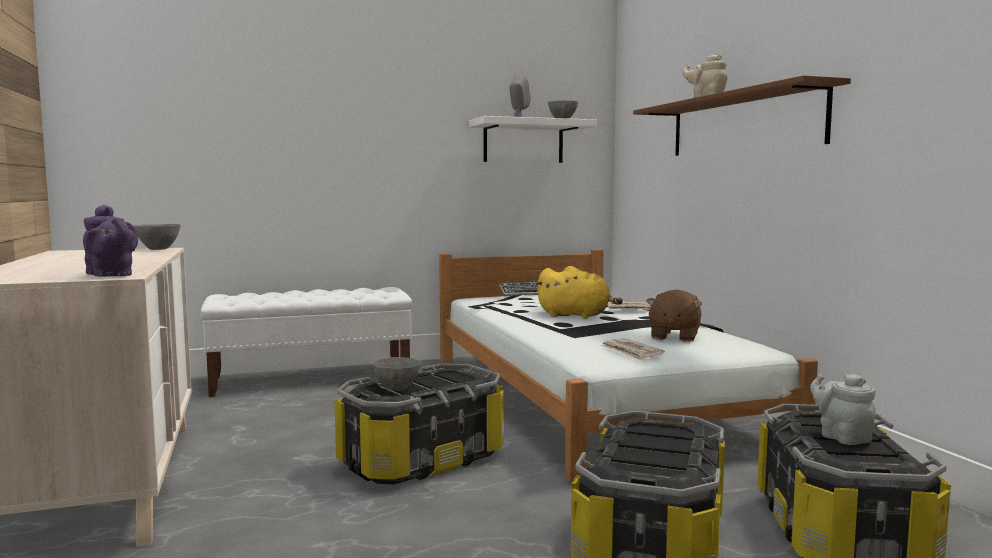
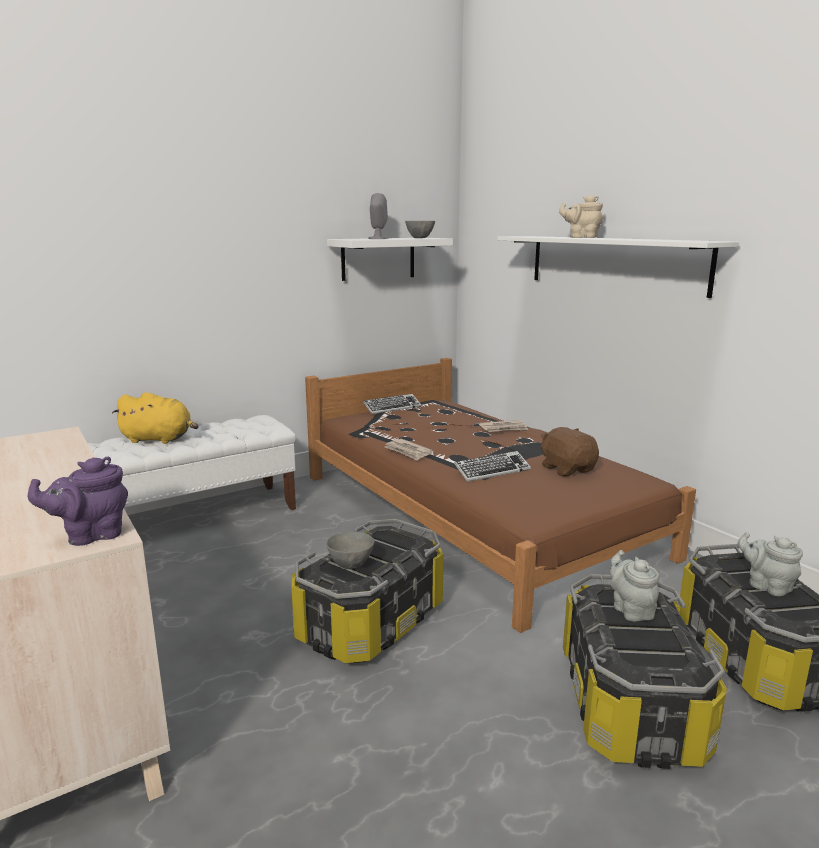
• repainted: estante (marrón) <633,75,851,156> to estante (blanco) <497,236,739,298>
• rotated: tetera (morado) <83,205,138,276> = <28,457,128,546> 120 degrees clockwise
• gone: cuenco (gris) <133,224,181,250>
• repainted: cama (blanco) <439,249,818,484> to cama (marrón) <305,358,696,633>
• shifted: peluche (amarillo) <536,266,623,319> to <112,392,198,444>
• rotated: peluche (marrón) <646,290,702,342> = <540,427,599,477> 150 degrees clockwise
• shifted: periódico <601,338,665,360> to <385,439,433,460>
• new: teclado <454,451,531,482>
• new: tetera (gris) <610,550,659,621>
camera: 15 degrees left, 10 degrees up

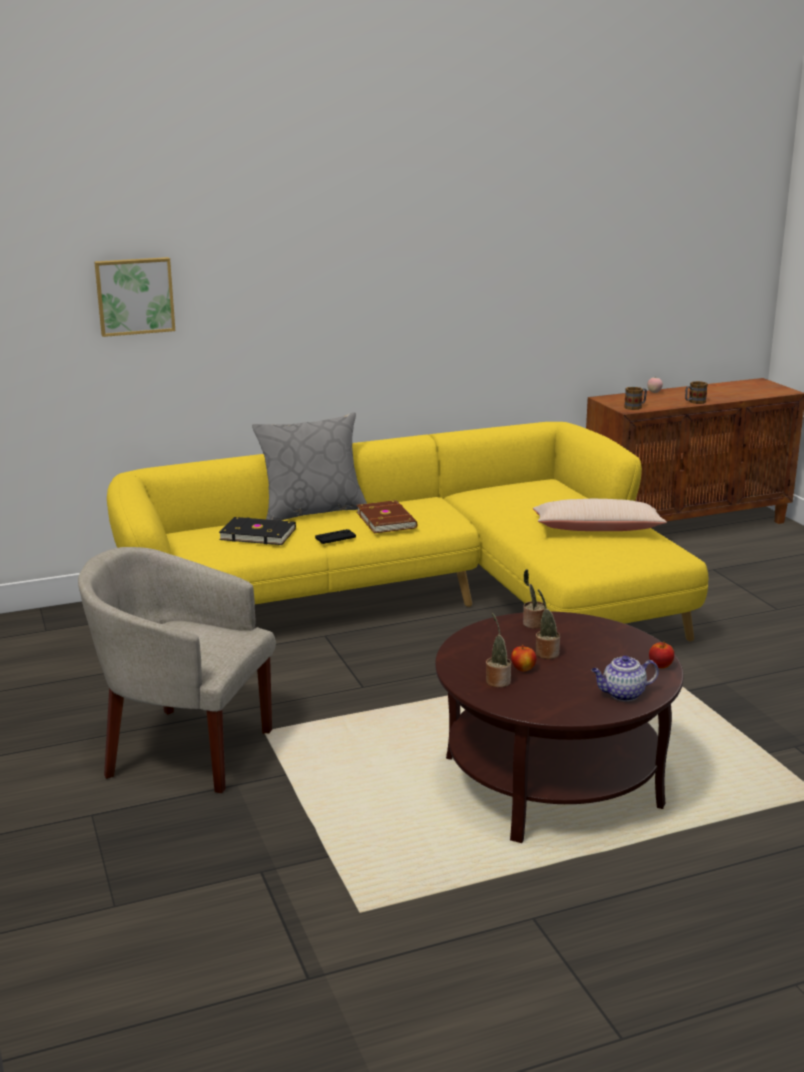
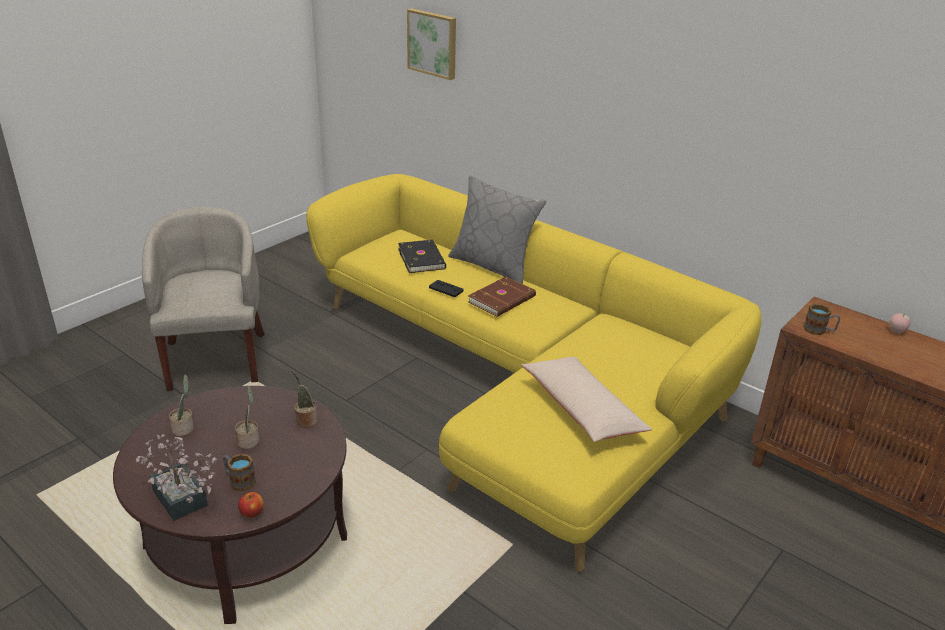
• shifted: taza grande <685,381,708,404> to <223,454,256,491>
• gone: manzana <511,645,536,672>
• swapped: tetera <591,656,659,701> to planta en maceta <136,434,218,521>
camera: 60 degrees right, 10 degrees up

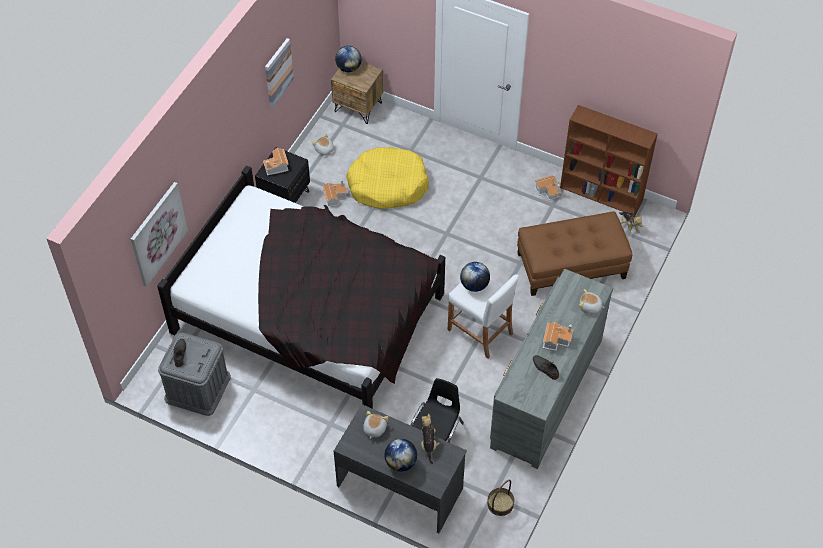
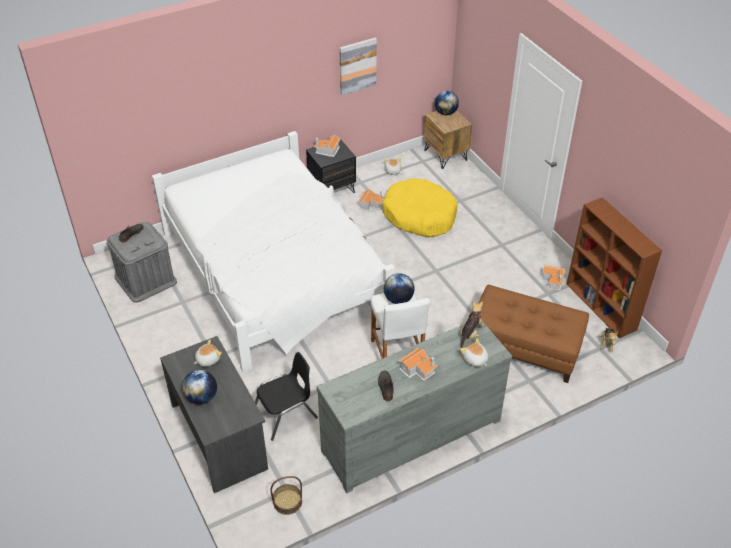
• repainted: cama (negro) <157,165,445,409> to cama (blanco) <152,131,395,372>
• gone: cuadro <131,182,188,287>
• shifted: peluche <421,414,440,464> to <460,301,484,348>
camera: 35 degrees right, 10 degrees down

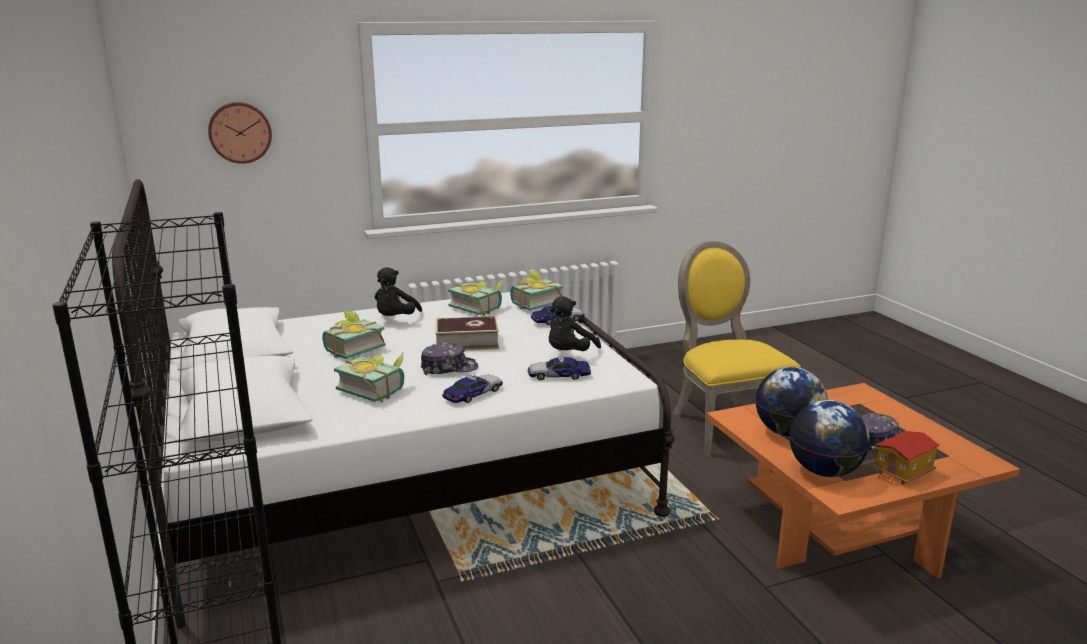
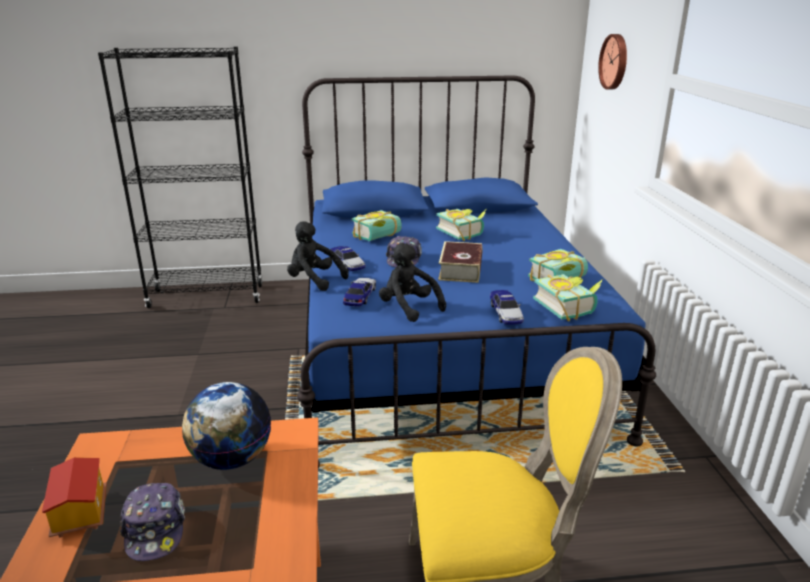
• repainted: cama (blanco) <112,179,675,629> to cama (azul) <297,75,656,468>
• shifted: peluche (negro) <374,267,422,316> to <287,221,349,291>
• gone: globo terráqueo <789,400,870,477>
camera: 105 degrees right, 5 degrees up

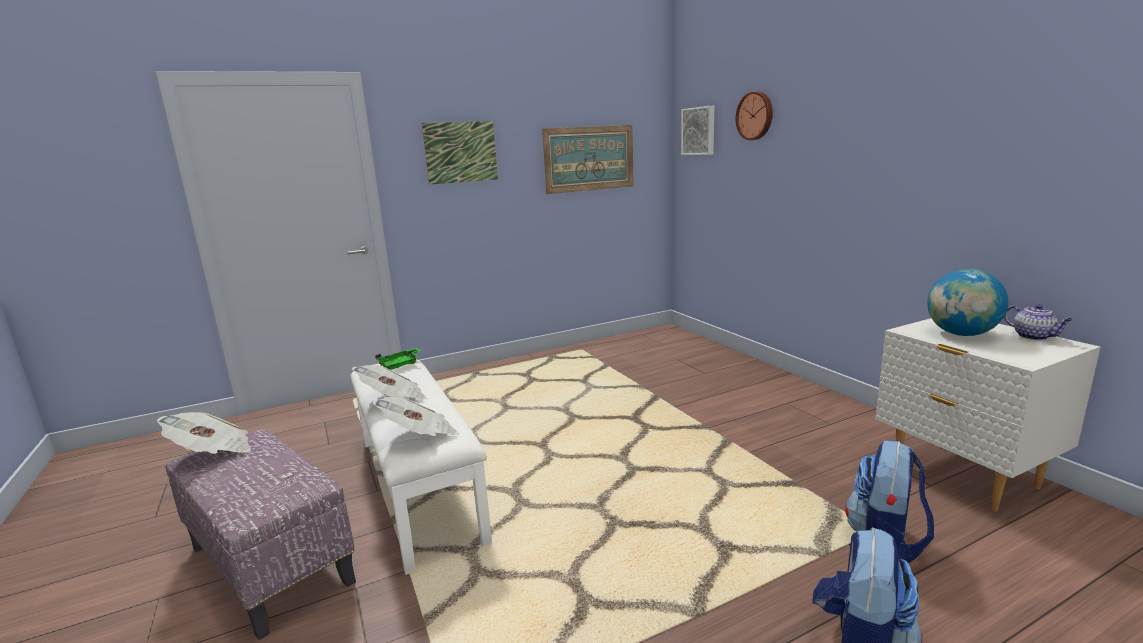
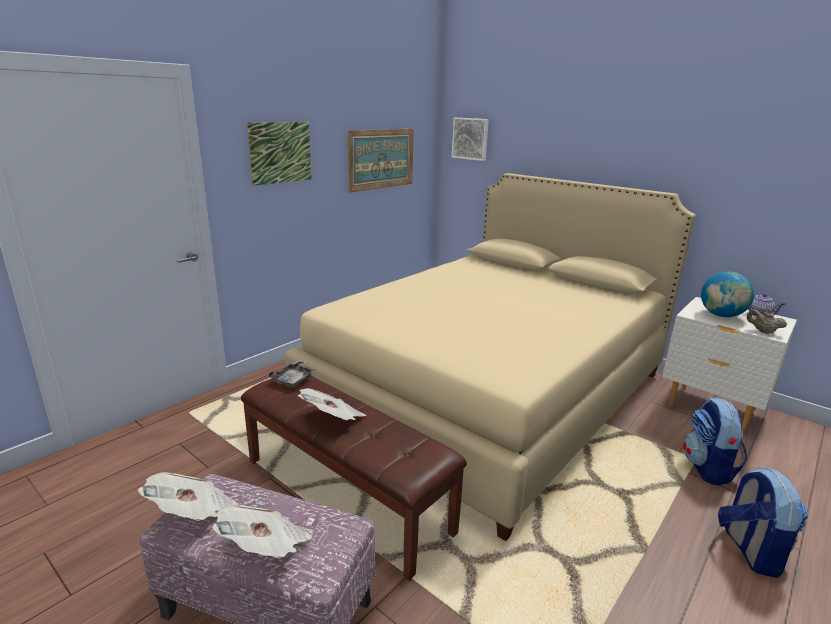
• gone: reloj de pared <735,91,773,140>
• repainted: bandeja (verde) <375,348,421,370> to bandeja (gris) <269,360,315,387>
• repainted: banco (blanco) <351,359,492,575> to banco (marrón) <241,375,467,581>
• shifted: periódico <372,397,460,436> to <212,504,312,558>
• new: cama (beis) <285,173,696,541>
• new: tetera (beis) <747,309,787,334>
camera: 25 degrees left, 5 degrees up

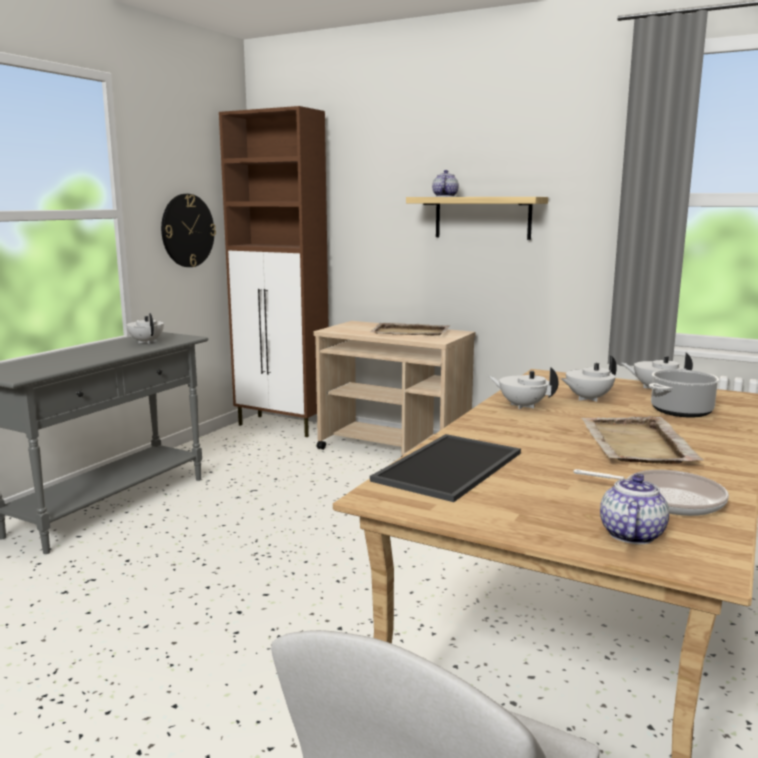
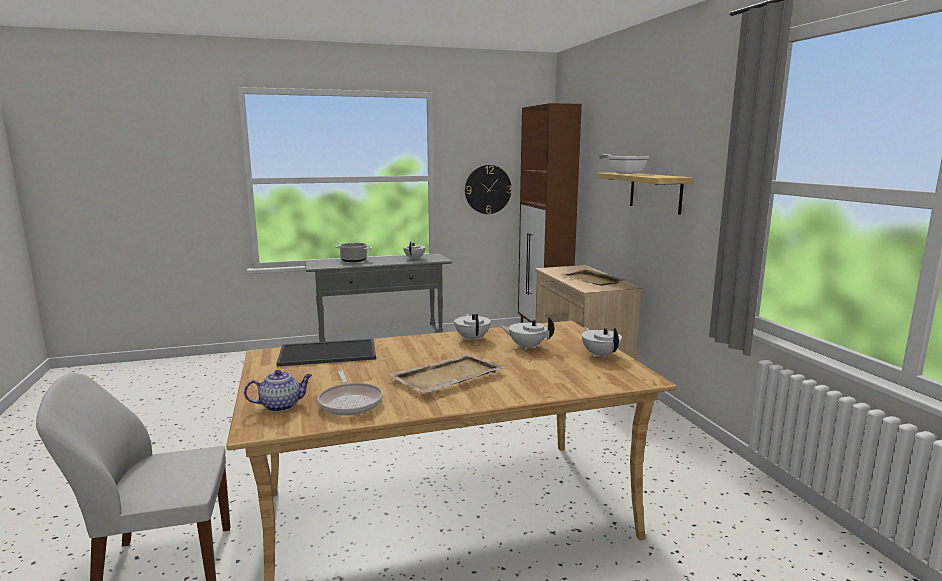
• swapped: tetera <432,170,459,197> to sartén <599,154,650,174>
• shifted: olla <649,369,720,417> to <335,242,372,262>
camera: 45 degrees right, 0 degrees up

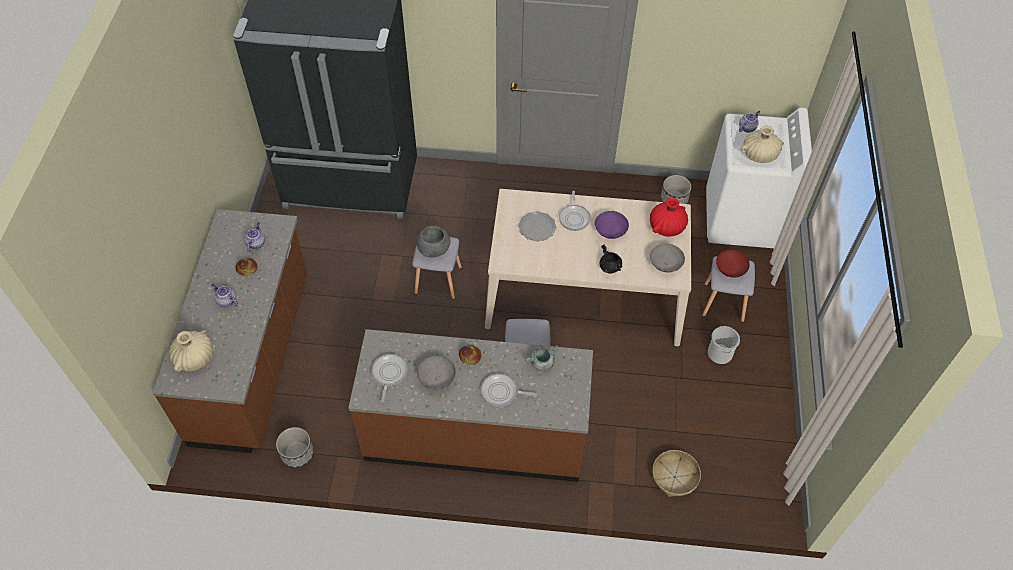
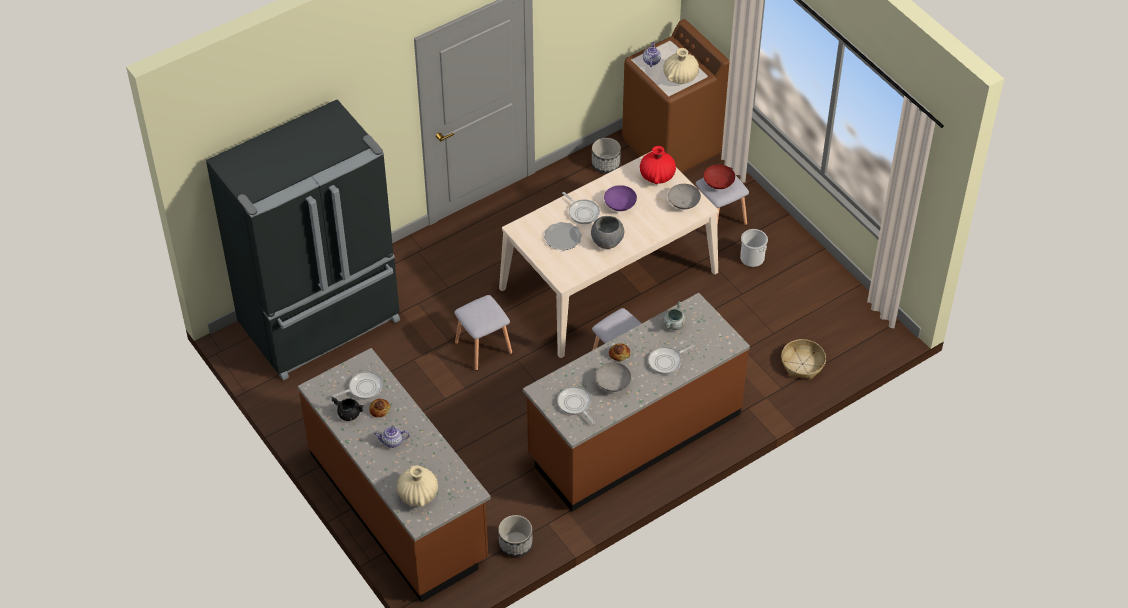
• repainted: lavadora (blanco) <706,107,812,248> to lavadora (marrón) <622,19,730,173>
• swapped: tetera <244,222,265,252> to sartén <333,371,383,400>
• shifted: cuenco (gris) <416,225,450,258> to <591,216,624,249>
• shifted: olla (negro) <600,245,623,273> to <331,397,364,421>
camera: 40 degrees left, 5 degrees down

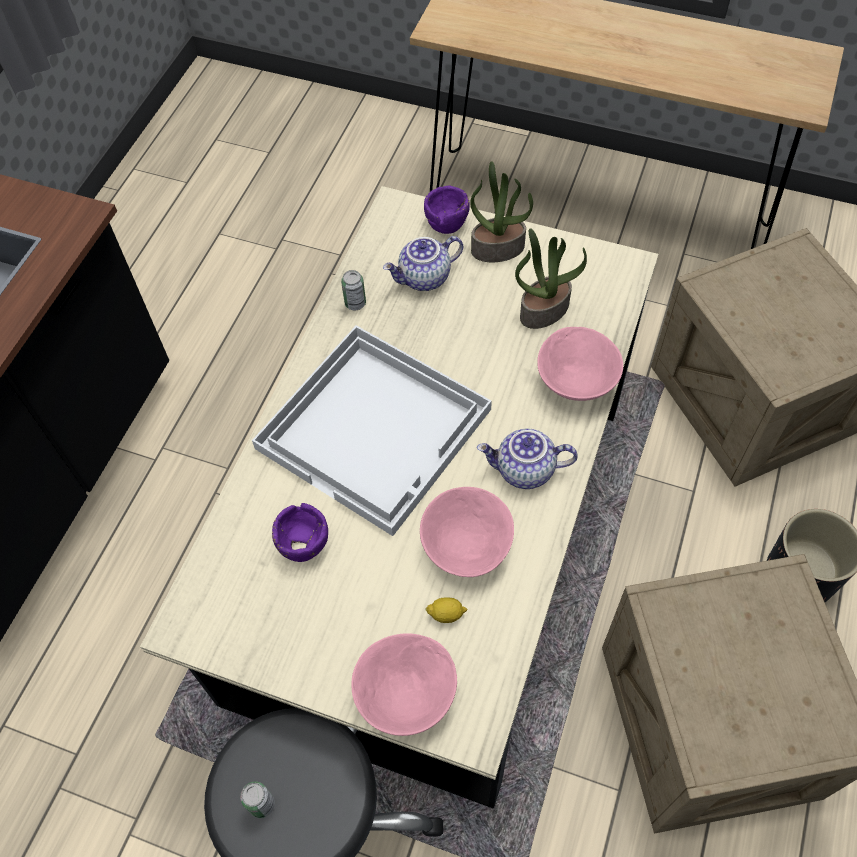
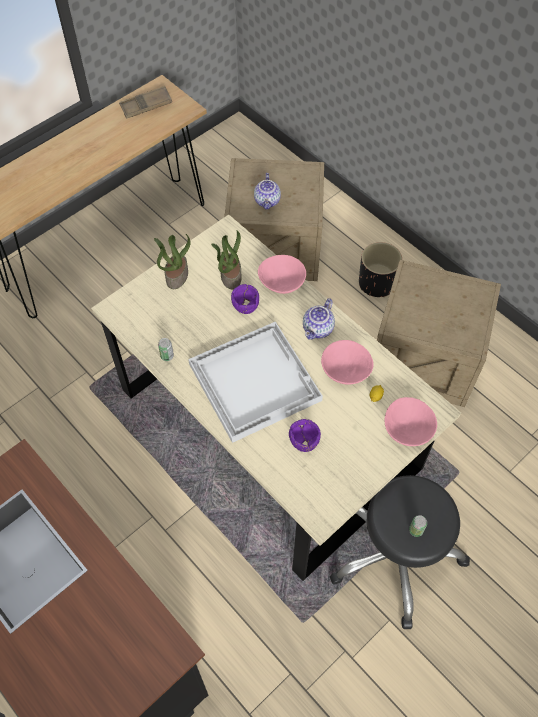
• shifted: cuenco (morado) <424,186,470,234> to <231,284,259,314>
• shifted: tetera <383,236,463,291> to <254,173,281,210>
• new: bandeja (marrón) <119,86,172,119>
camera: 65 degrees left, 0 degrees up

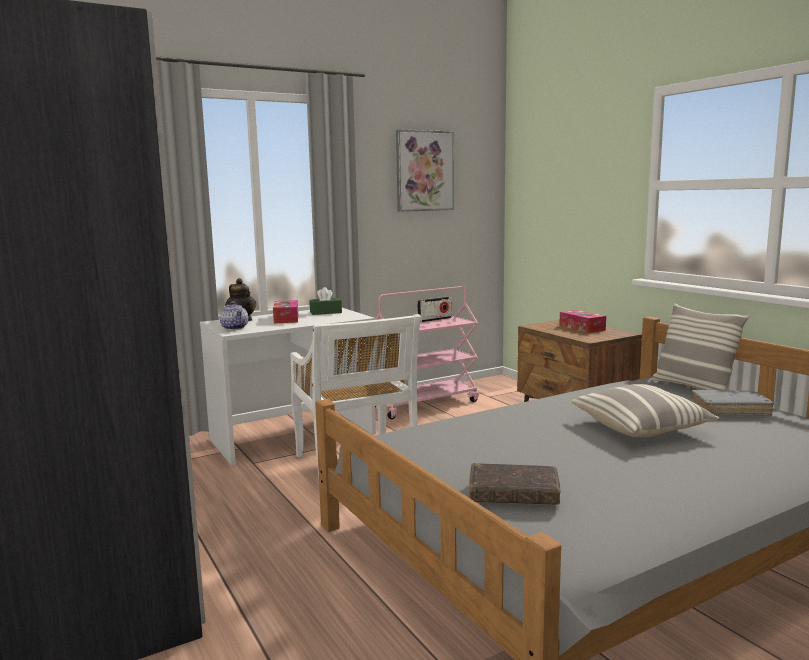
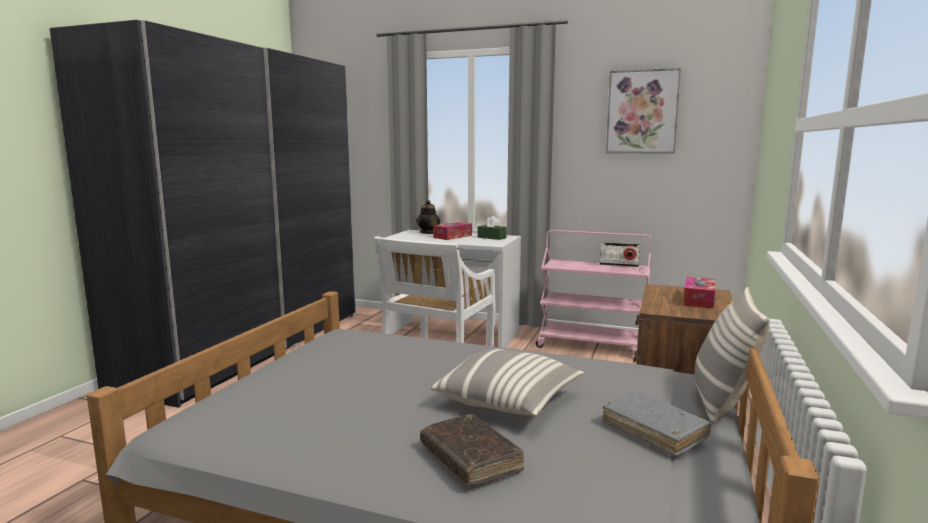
• gone: tetera <219,301,248,330>
• shifted: libro (marrón) <469,463,561,504> to <420,414,524,486>
camera: 50 degrees right, 0 degrees up

